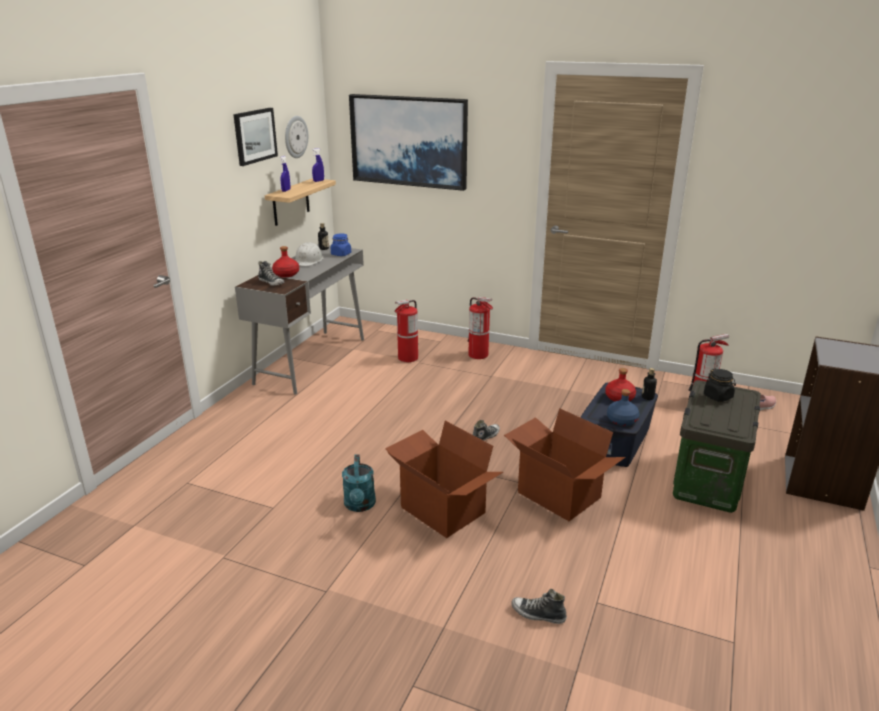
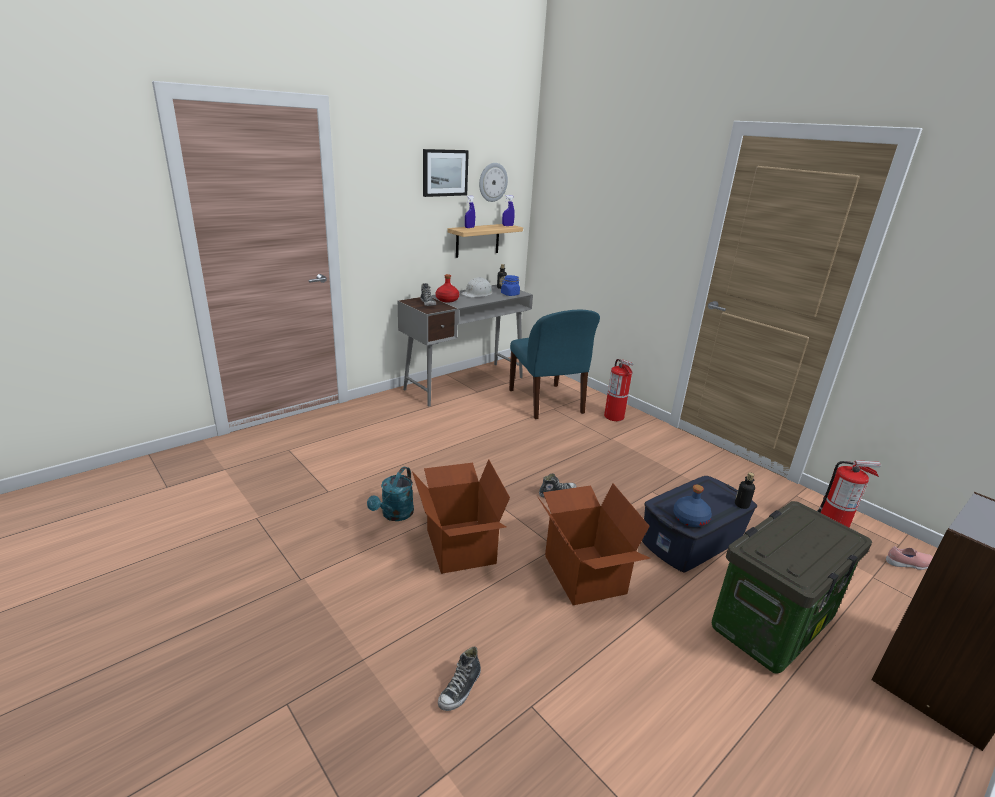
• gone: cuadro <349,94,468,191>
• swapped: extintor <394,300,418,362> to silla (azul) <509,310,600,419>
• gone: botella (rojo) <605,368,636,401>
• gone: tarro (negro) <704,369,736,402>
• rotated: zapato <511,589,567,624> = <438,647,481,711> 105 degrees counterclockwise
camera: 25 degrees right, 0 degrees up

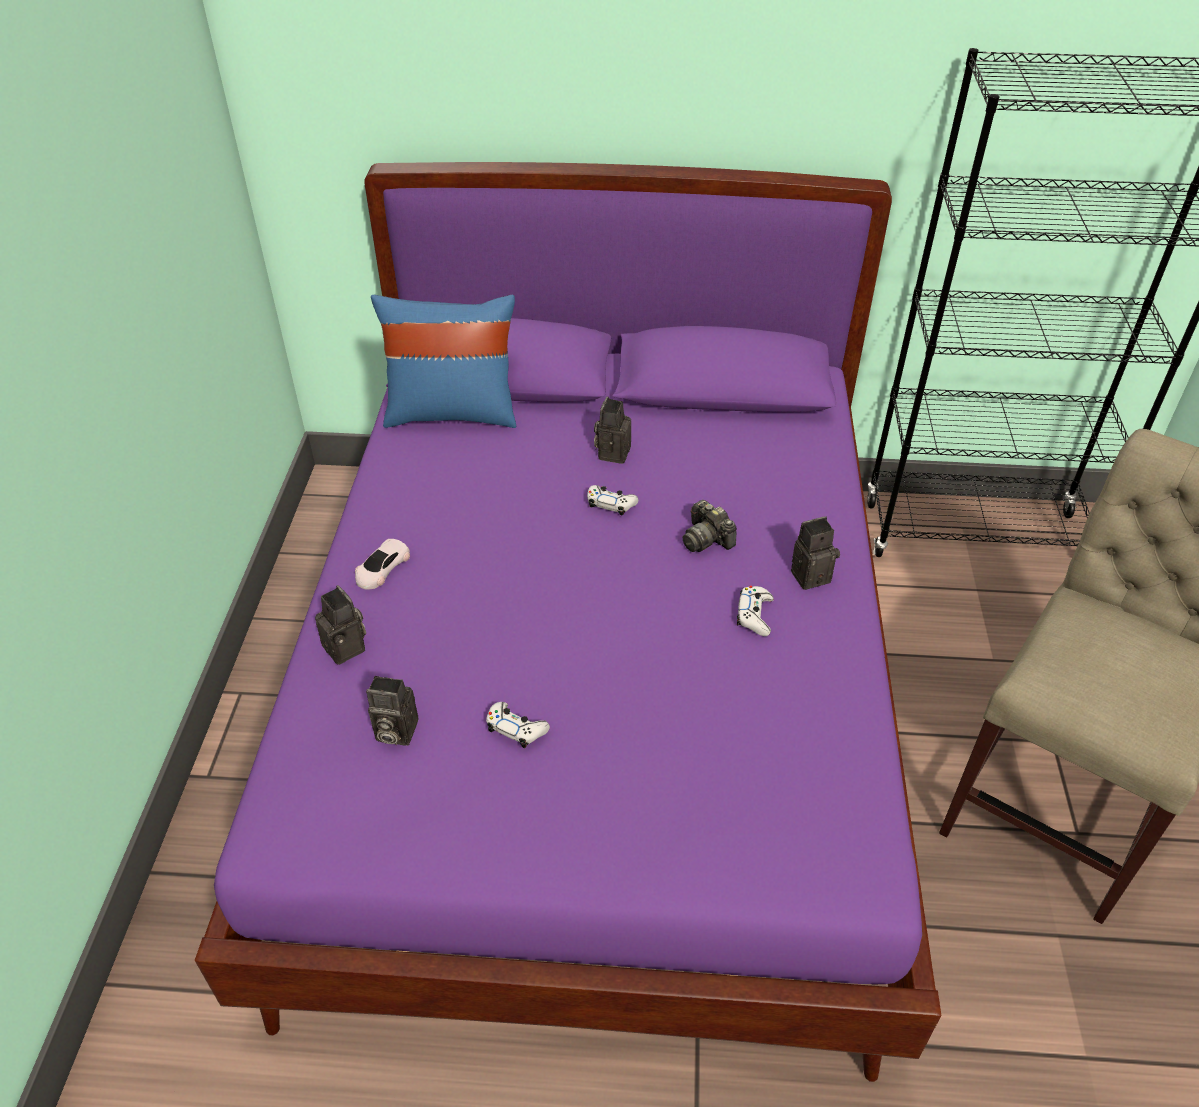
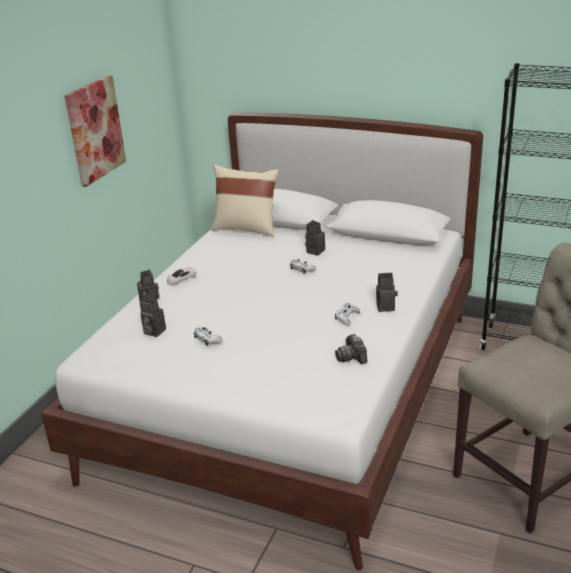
• repainted: cama (morado) <195,162,941,1082> to cama (blanco) <41,112,483,570>
• repainted: cojín (azul) <371,295,516,428> to cojín (beis) <211,165,279,237>
• shifted: cámara <683,500,737,552> to <335,334,367,364>
• new: cuadro <64,76,126,187>
camera: 20 degrees right, 15 degrees down

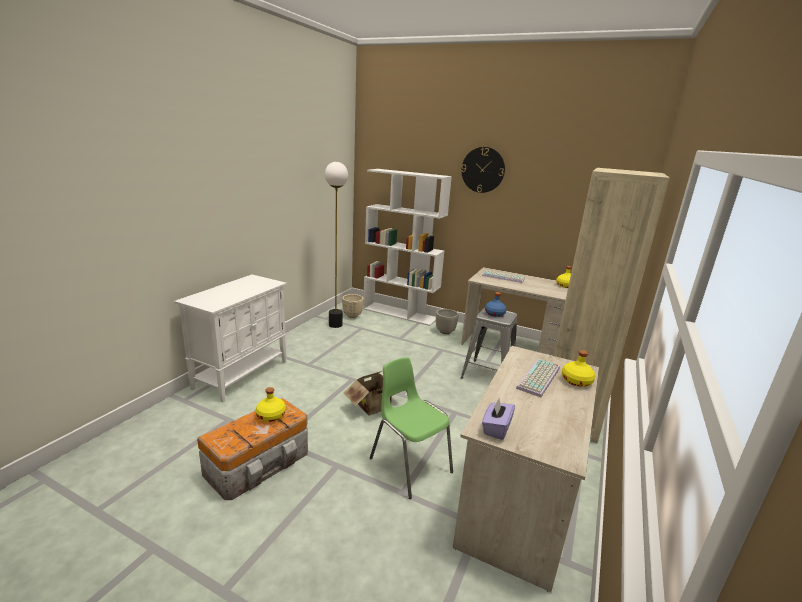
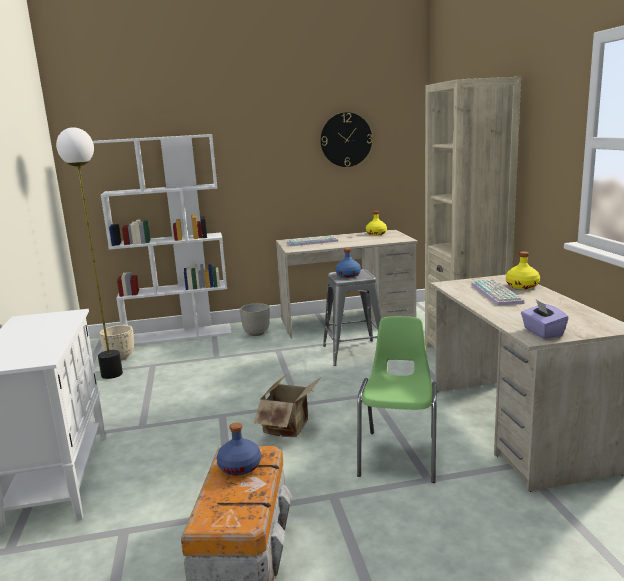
• shifted: reloj de pared <461,147,505,193> to <320,112,372,167>
• rotated: silla (verde) <370,357,453,499> = <357,316,437,483> 90 degrees clockwise
• repainted: botella (amarillo) <256,387,286,422> to botella (azul) <217,422,261,475>
camera: 35 degrees left, 5 degrees down

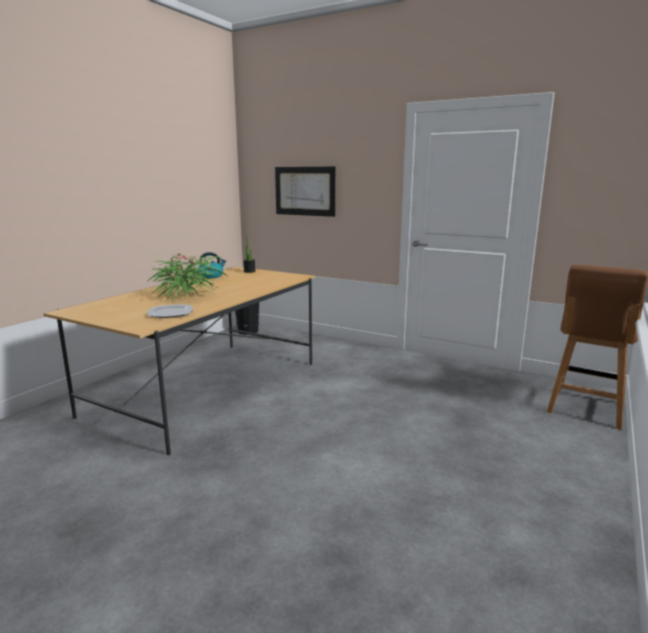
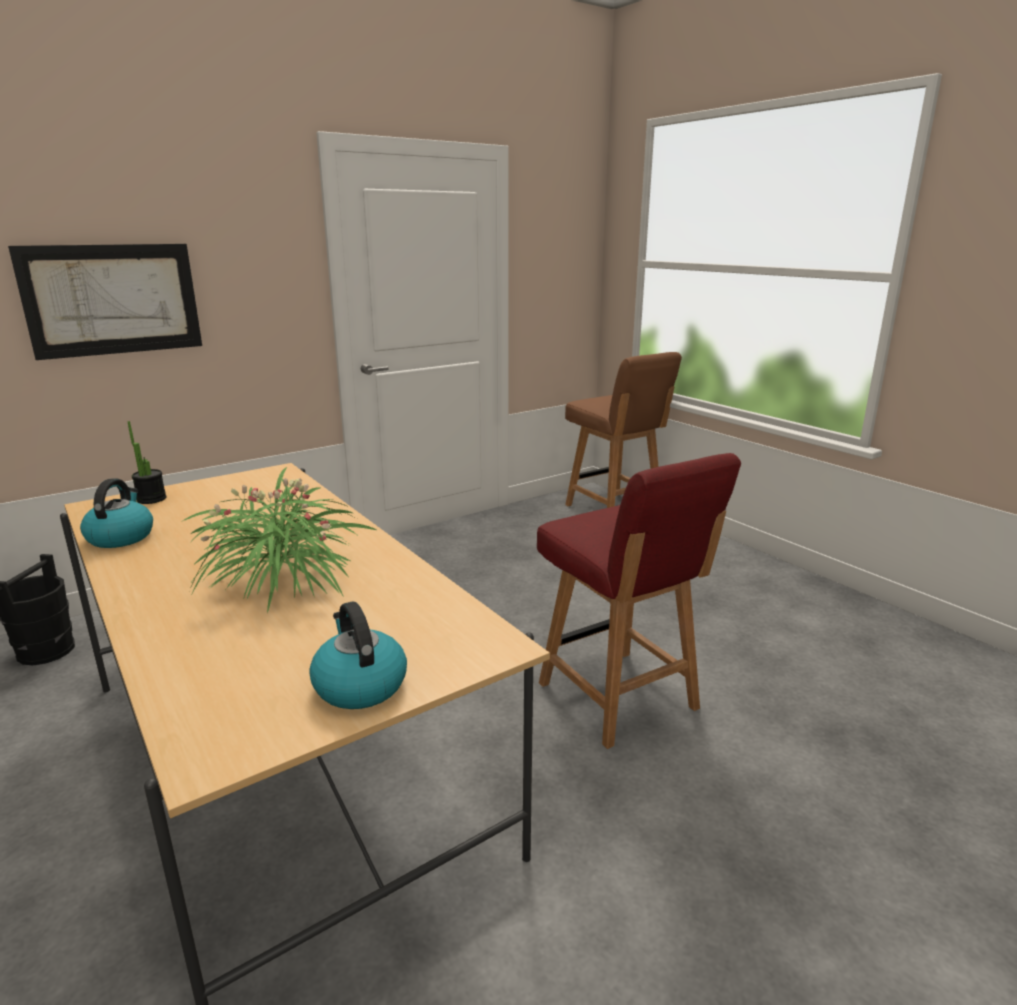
• gone: plato <147,305,193,318>
• new: silla (rojo) <537,453,741,749>
• new: hervidor <309,602,407,709>
camera: 65 degrees left, 5 degrees up

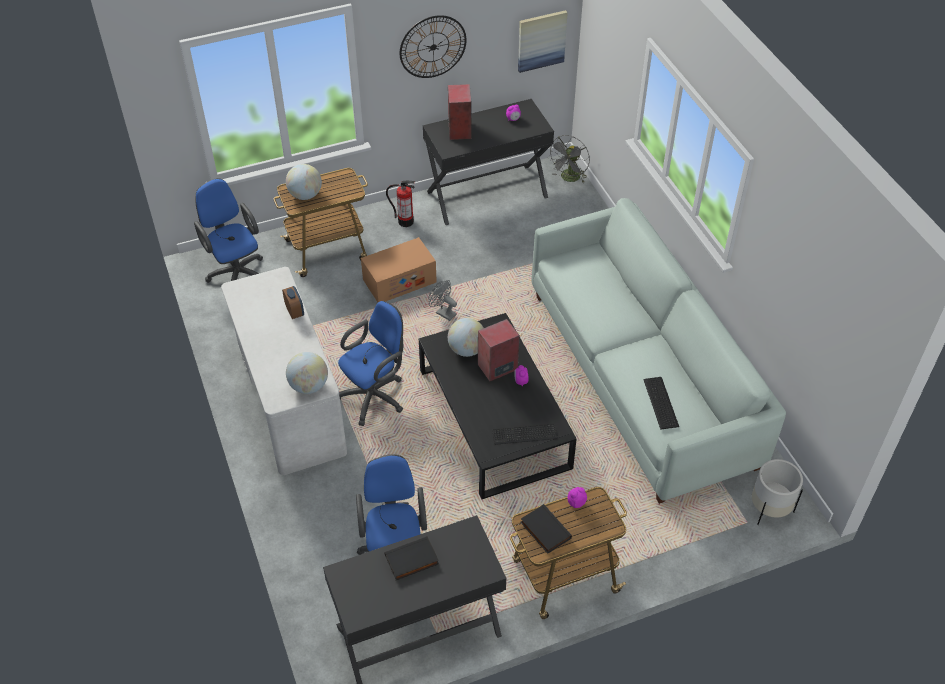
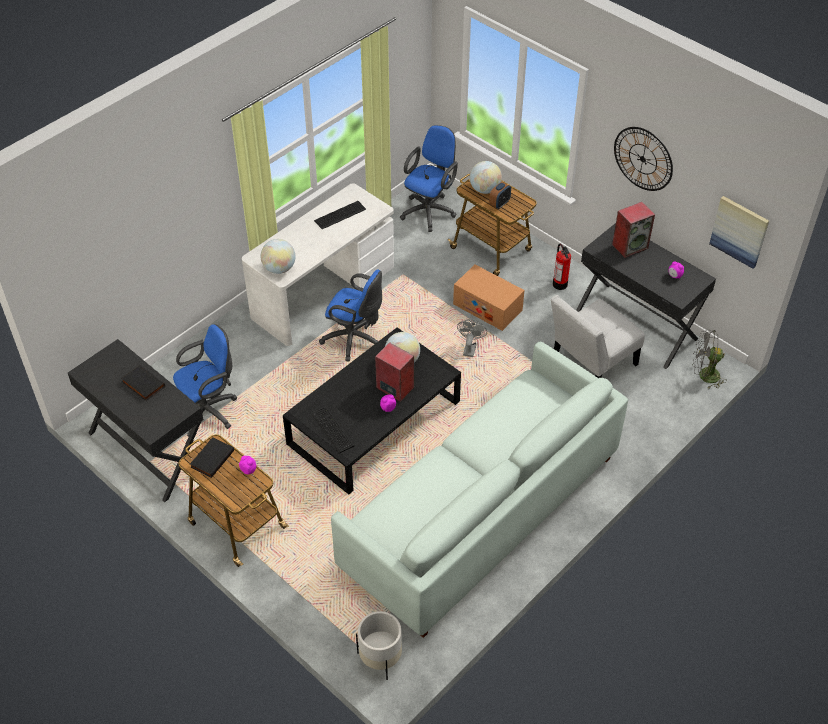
• shifted: despertador <282,286,304,319> to <489,182,511,209>
• shifted: teclado <644,377,679,430> to <314,201,366,229>
• new: silla (blanco) <551,295,645,378>
camera: 65 degrees right, 0 degrees up

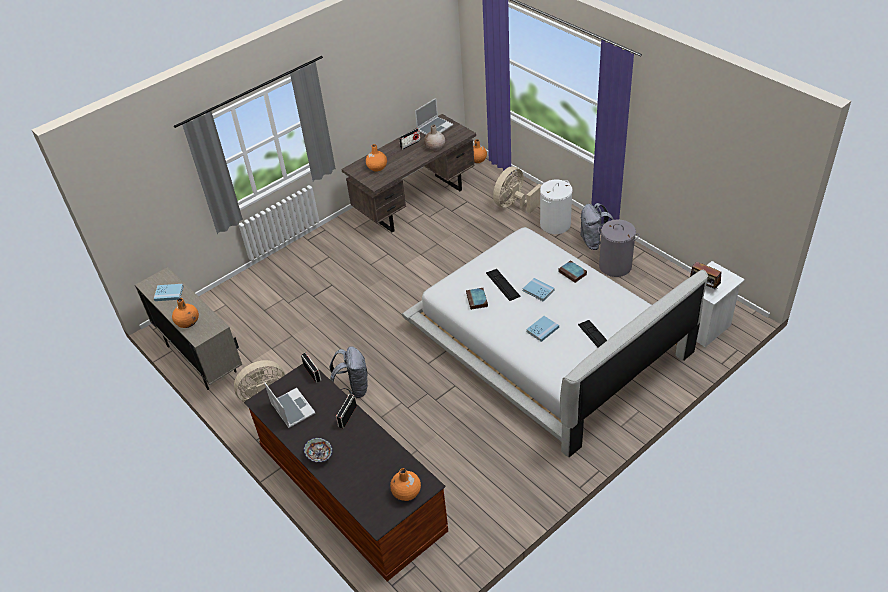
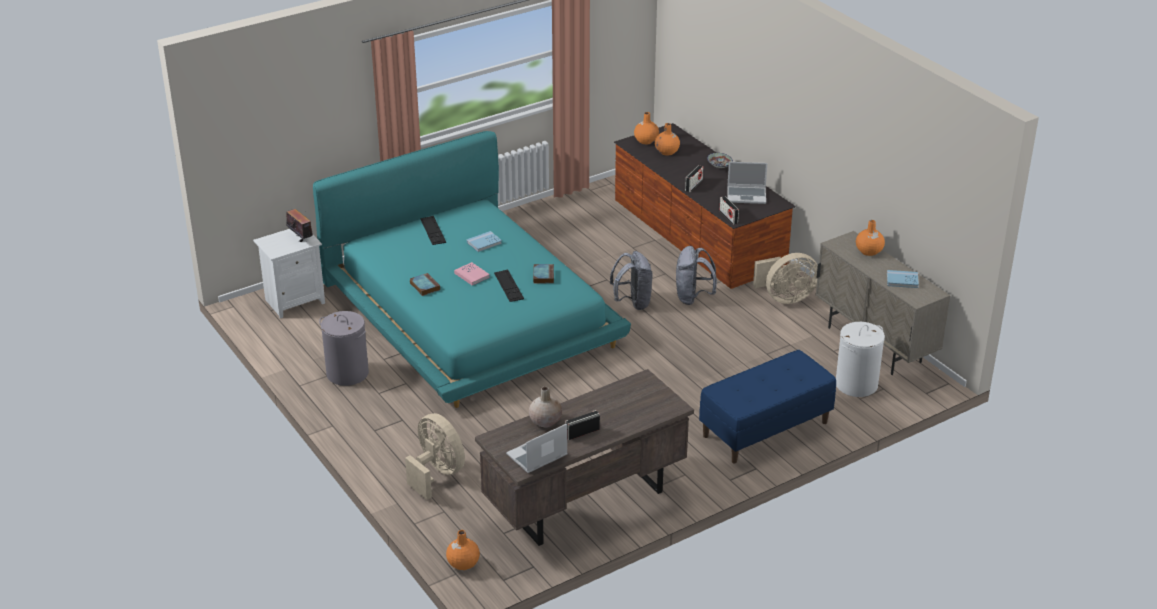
• shifted: florero (naranja) <366,144,387,172> to <655,123,680,155>
• rotated: ventilador (beis) <493,166,542,213> = <405,413,465,500> 90 degrees counterclockwise
• shifted: cesto de la ropa (blanco) <540,180,573,234> to <836,322,885,397>
• shifted: mochila (gris) <580,203,614,250> to <610,251,653,310>
• repainted: cama (blanco) <402,227,708,457> to cama (turquesa) <313,131,631,408>
• repainted: libro (azul) <523,278,555,301> to libro (rosa) <454,262,490,285>
• rotated: portátil <265,383,316,428> = <727,162,767,204> 60 degrees counterclockwise
• new: banco (azul) <699,350,836,463>
camera: 175 degrees left, 10 degrees down

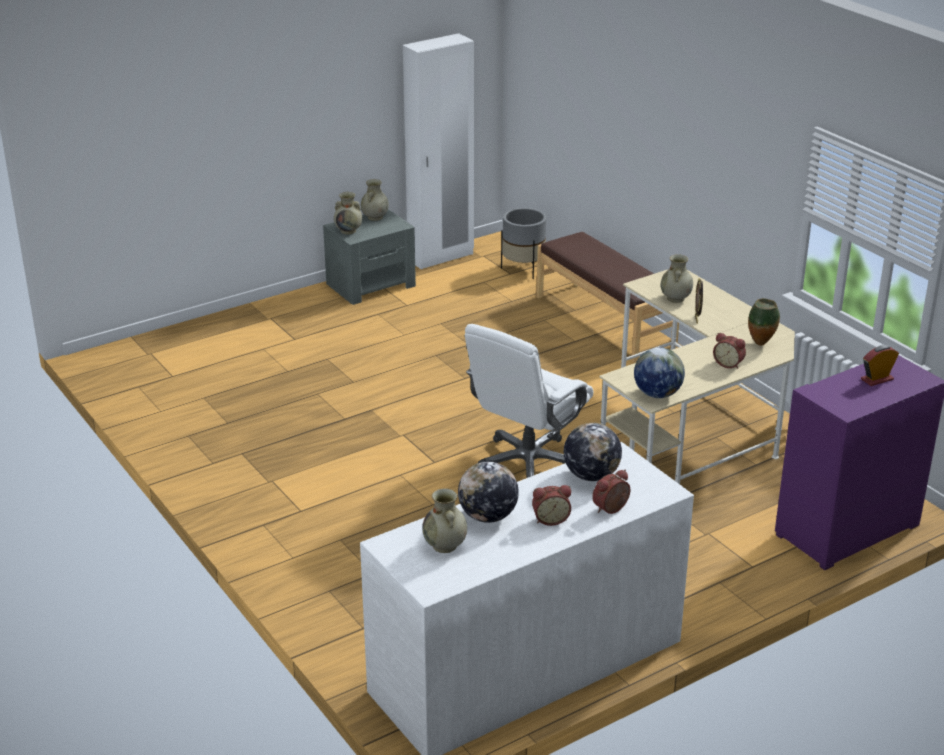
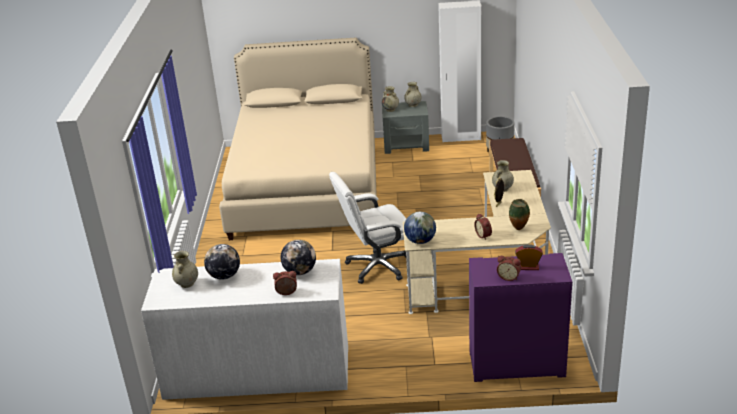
• shifted: despertador <532,485,571,526> to <497,256,521,281>
• new: cama (beis) <219,38,377,240>
camera: 35 degrees right, 0 degrees up

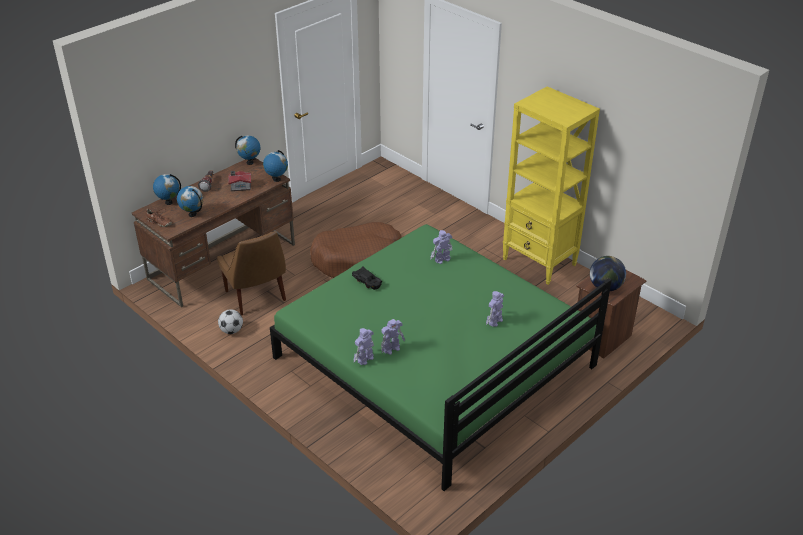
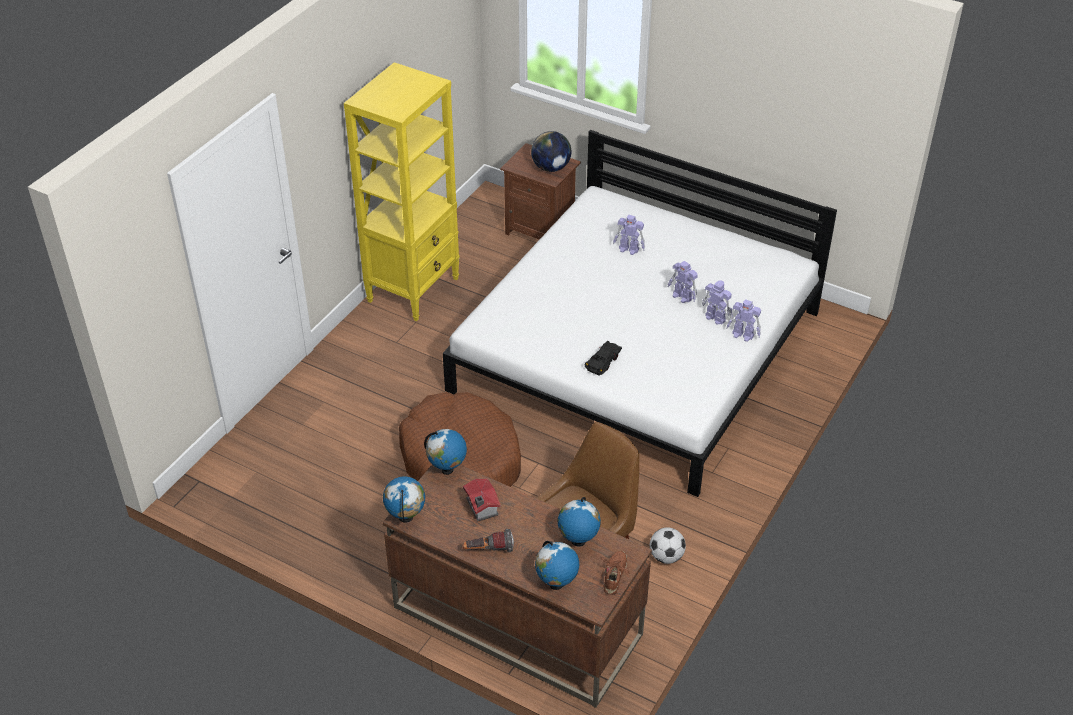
• repainted: cama (verde) <270,224,612,491> to cama (blanco) <443,130,837,497>
• shifted: robot de juguete <430,230,452,264> to <668,261,698,303>
camera: 105 degrees left, 5 degrees up

